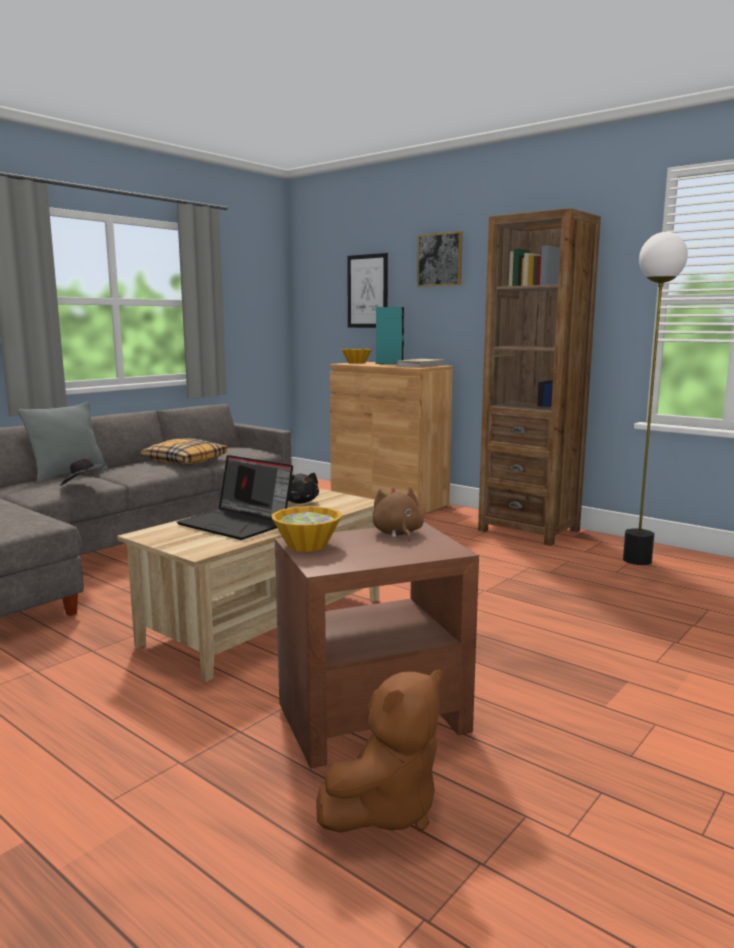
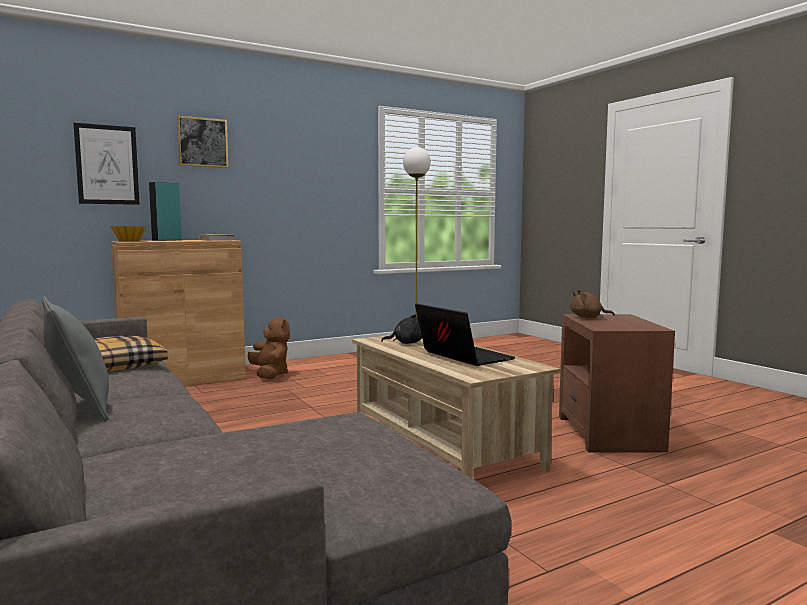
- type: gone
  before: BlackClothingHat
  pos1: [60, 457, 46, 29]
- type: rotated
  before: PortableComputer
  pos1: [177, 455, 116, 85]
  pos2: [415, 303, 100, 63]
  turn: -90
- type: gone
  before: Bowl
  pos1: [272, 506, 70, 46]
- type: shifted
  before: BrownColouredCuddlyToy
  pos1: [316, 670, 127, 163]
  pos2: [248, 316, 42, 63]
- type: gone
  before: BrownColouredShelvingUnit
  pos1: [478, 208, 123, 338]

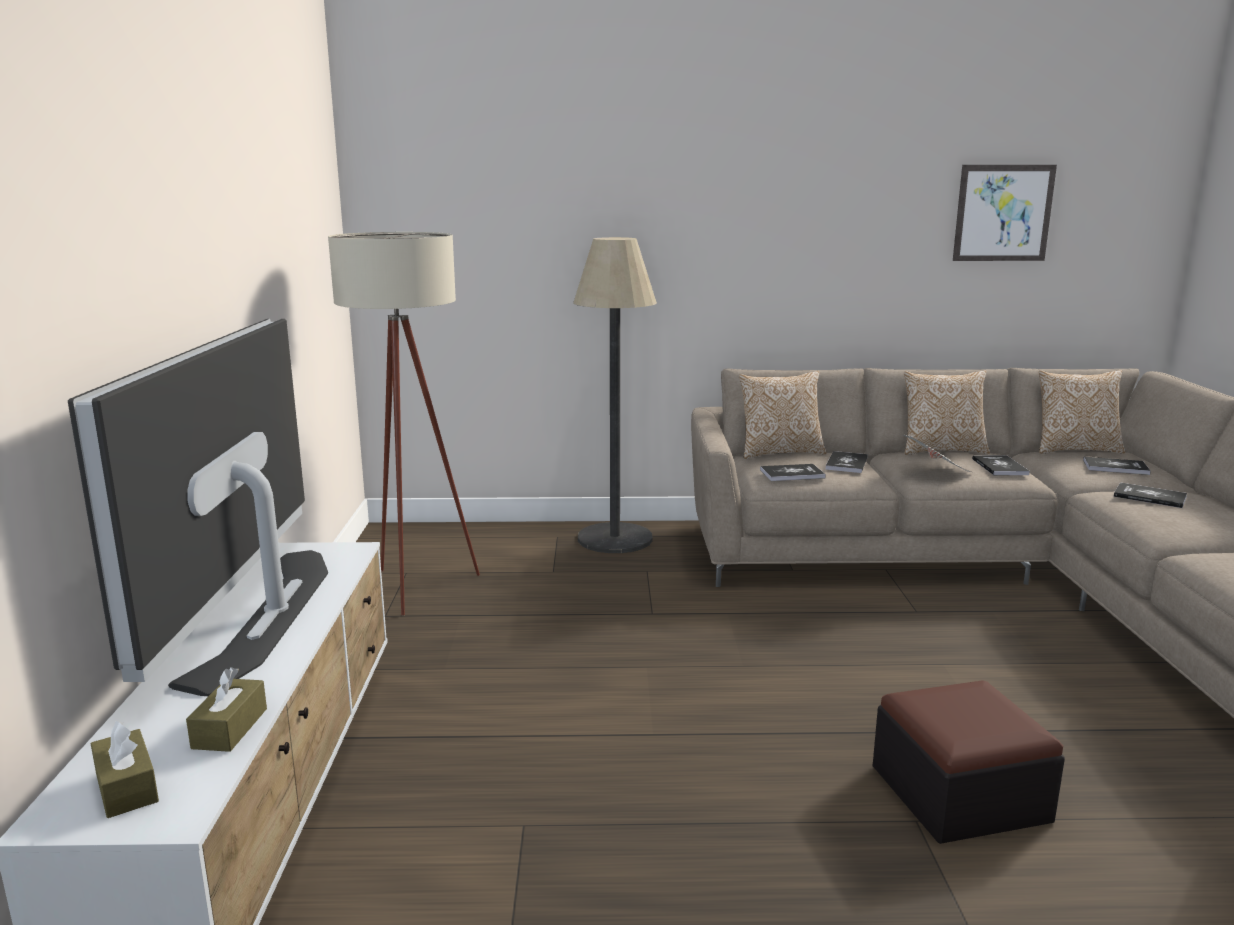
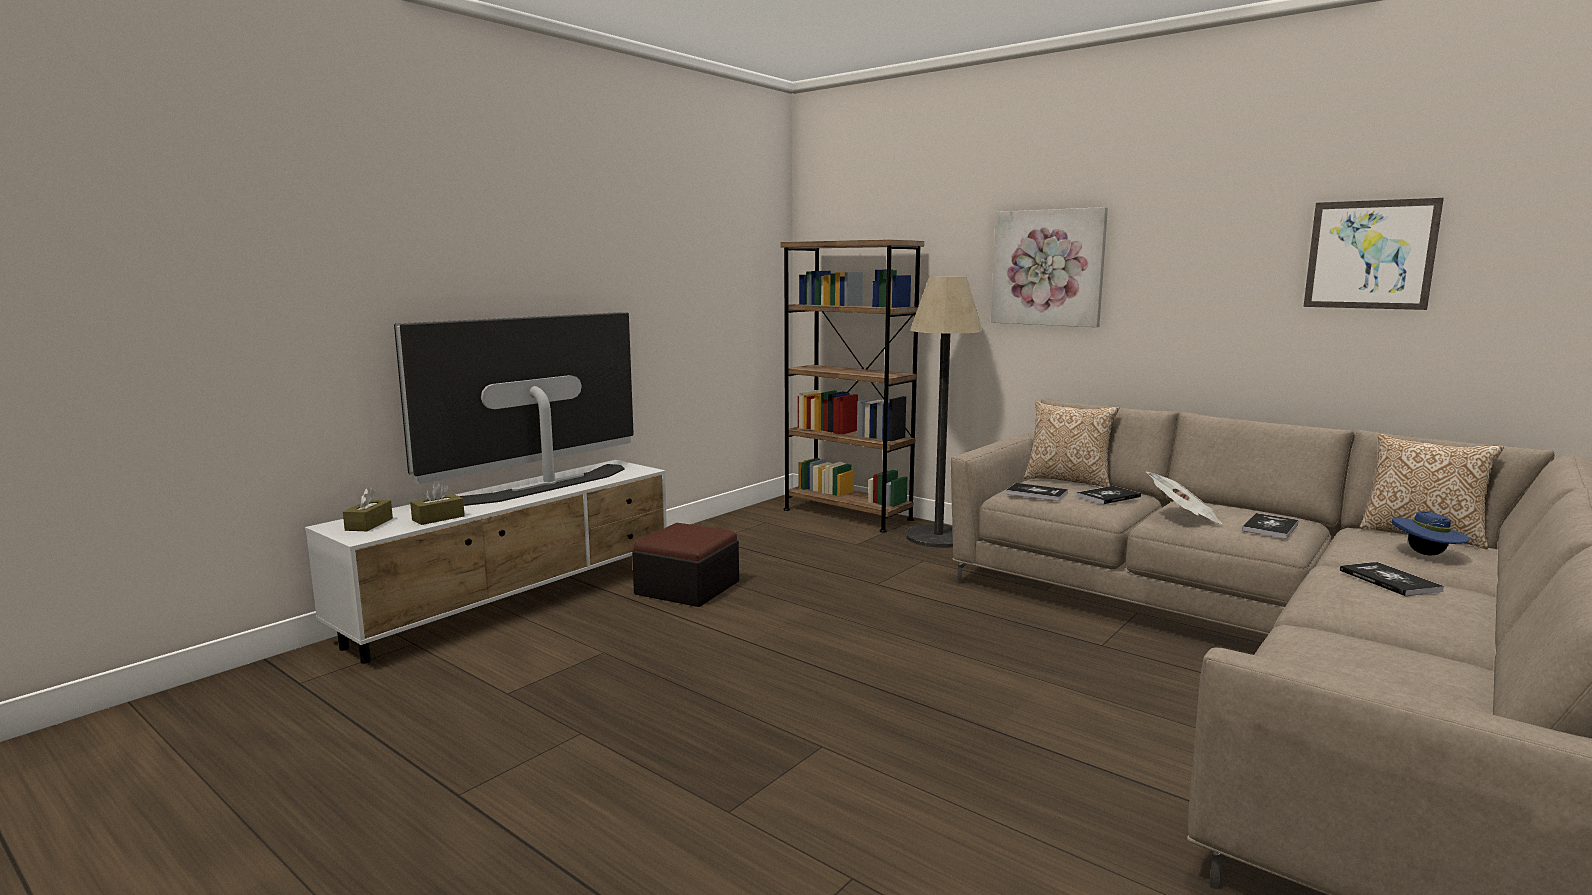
- type: gone
  before: BeigeStandardLamp
  pos1: [328, 232, 152, 383]
- type: shifted
  before: Ottoman
  pos1: [873, 680, 192, 164]
  pos2: [632, 523, 107, 84]
- type: gone
  before: ThrowPillow
  pos1: [904, 370, 86, 85]
- type: swapped
  before: Volume
  after: BluishClothingHat
  pos1: [1083, 457, 68, 18]
  pos2: [1392, 511, 78, 44]
- type: new
  after: BrownColouredShelvingUnit
  pos2: [781, 240, 143, 293]
- type: new
  after: WallPicture
  pos2: [991, 207, 117, 120]

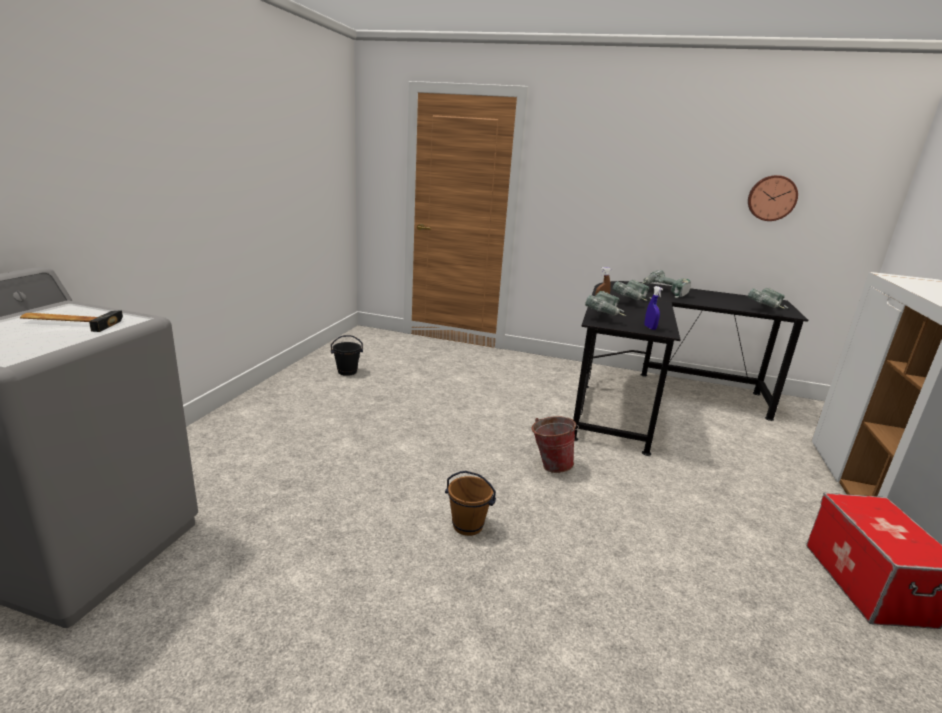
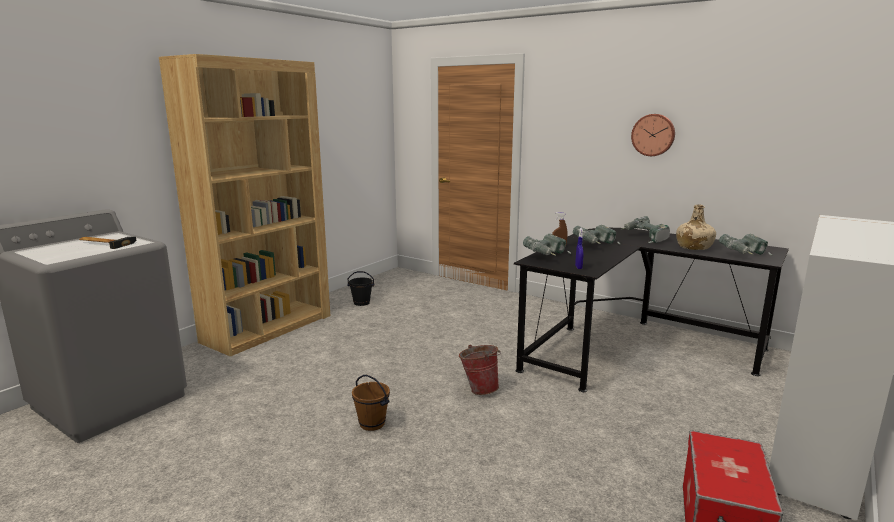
- type: shifted
  before: ClockOnTheWall
  pos1: [748, 175, 50, 46]
  pos2: [631, 114, 44, 42]
- type: new
  after: BrownColouredShelvingUnit
  pos2: [159, 54, 171, 303]
- type: new
  after: BeigeBeverageBottle
  pos2: [676, 204, 40, 46]

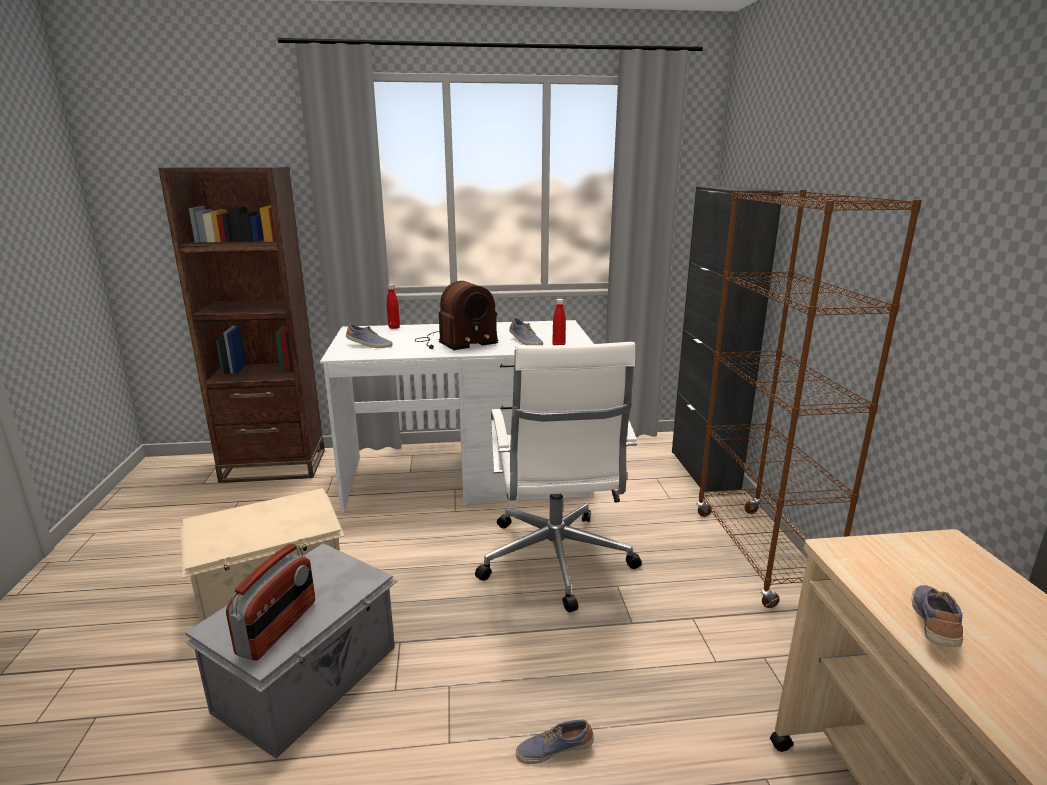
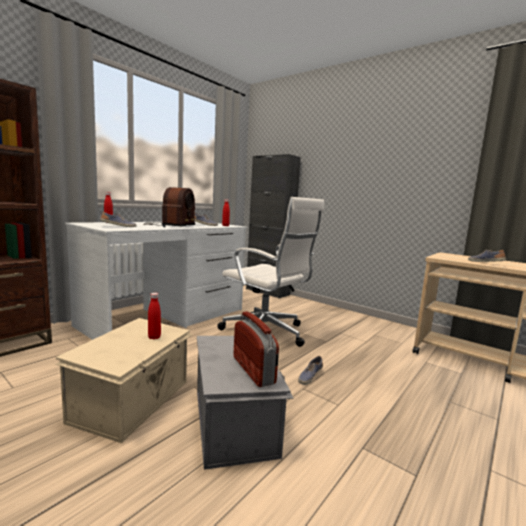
- type: shifted
  before: Shoe
  pos1: [516, 719, 78, 45]
  pos2: [298, 356, 25, 29]
- type: gone
  before: BrownColouredShelvingUnit
  pos1: [696, 190, 226, 418]
- type: new
  after: ReddishBeverageBottle
  pos2: [148, 293, 13, 47]

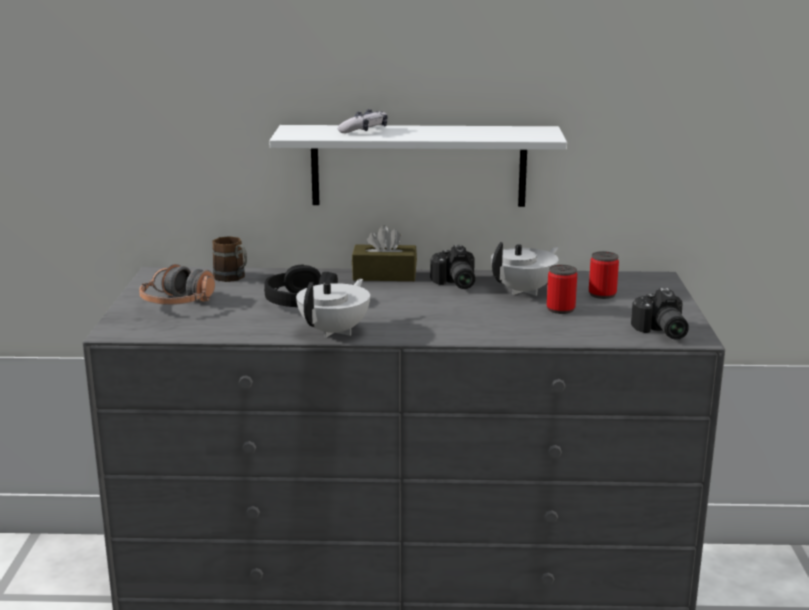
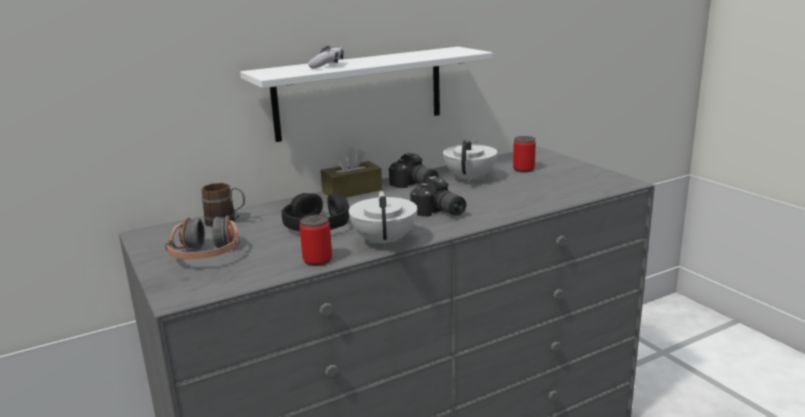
- type: shifted
  before: MetalCan
  pos1: [547, 265, 30, 49]
  pos2: [299, 214, 33, 52]
- type: shifted
  before: PhotoCamera
  pos1: [631, 288, 58, 52]
  pos2: [410, 176, 56, 41]

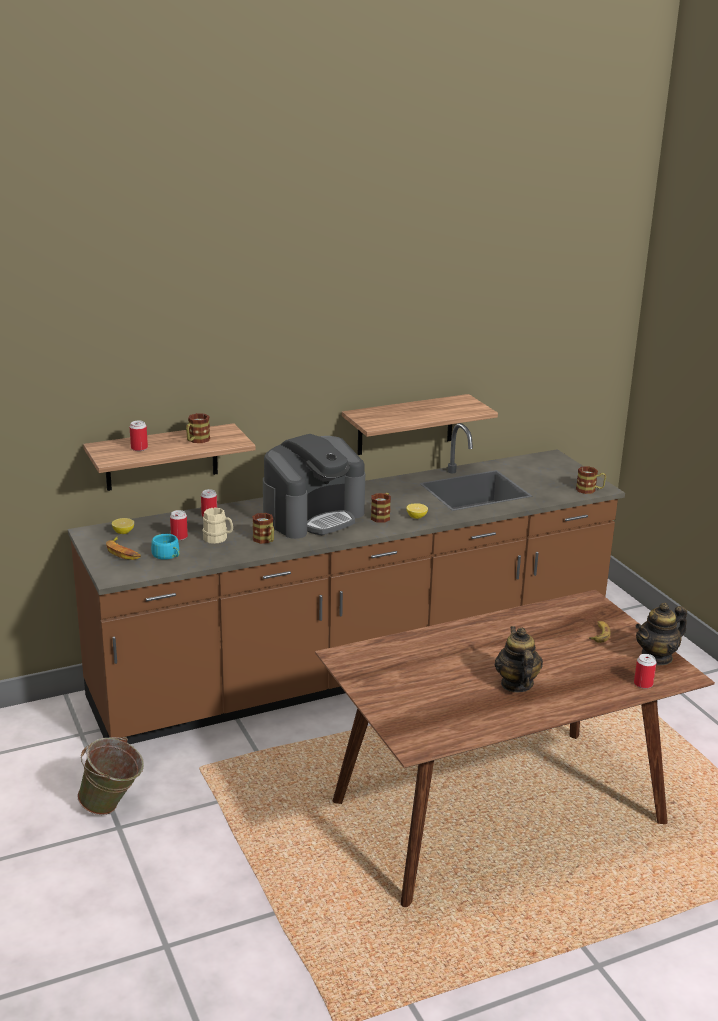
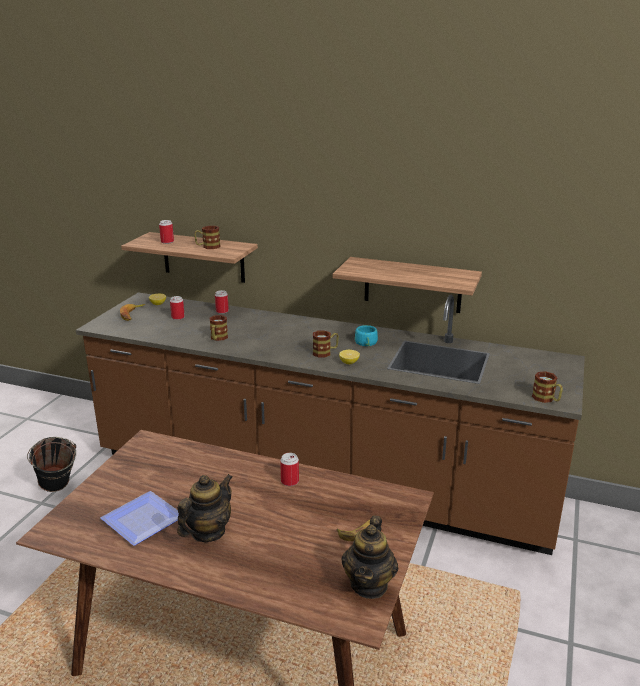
- type: repainted
  before: GreenishPail
  after: BlackPail
  pos1: [78, 737, 66, 78]
  pos2: [27, 437, 49, 55]
- type: shifted
  before: BlueGreenSmallCup
  pos1: [151, 534, 28, 26]
  pos2: [355, 325, 23, 21]
- type: gone
  before: BeigeMug
  pos1: [202, 507, 31, 37]
- type: gone
  before: CoffeeBrewer
  pos1: [263, 434, 102, 105]
- type: shifted
  before: MetalCan
  pos1: [634, 654, 22, 35]
  pos2: [280, 453, 19, 33]
- type: rotated
  before: Teapot
  pos1: [635, 602, 52, 63]
  pos2: [342, 515, 56, 84]
  turn: -90
- type: new
  after: FlatDish
  pos2: [100, 491, 79, 55]

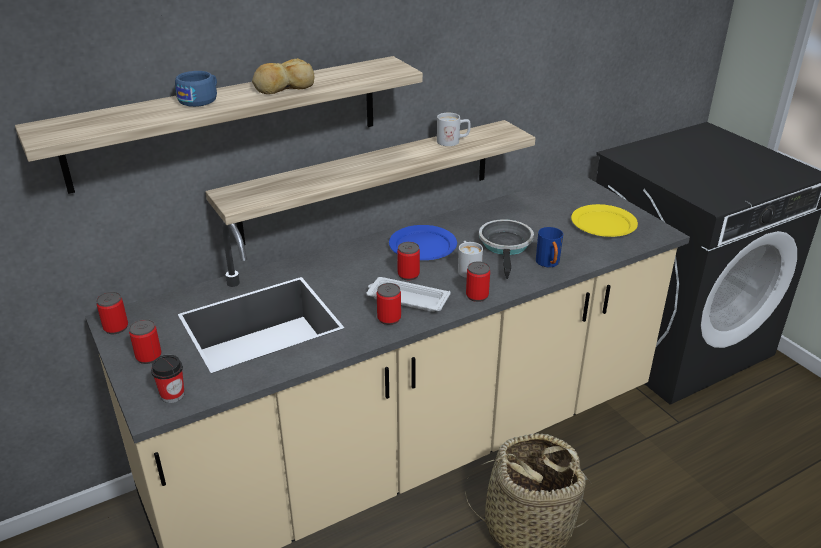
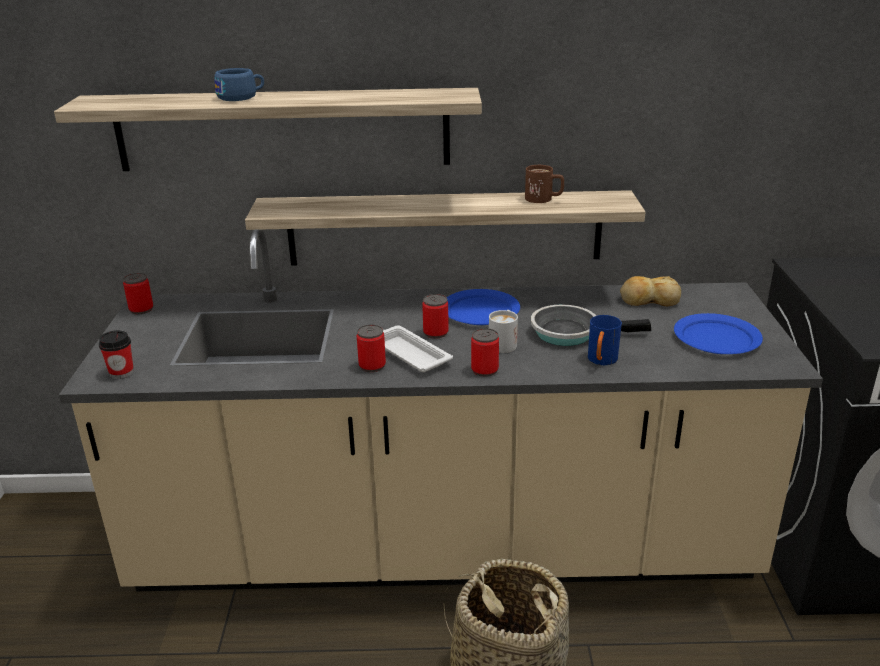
- type: gone
  before: MetalCan
  pos1: [129, 319, 32, 45]
- type: shifted
  before: BakeryBread
  pos1: [252, 58, 62, 36]
  pos2: [620, 276, 61, 30]
- type: repainted
  before: WhiteMug
  after: BrownColouredMug
  pos1: [437, 113, 34, 33]
  pos2: [525, 165, 39, 38]
- type: rotated
  before: Pan
  pos1: [479, 219, 55, 60]
  pos2: [531, 304, 120, 42]
  turn: -120
- type: repainted
  before: YellowColouredFlatDish
  after: BluishFlatDish
  pos1: [571, 204, 67, 33]
  pos2: [674, 313, 89, 41]

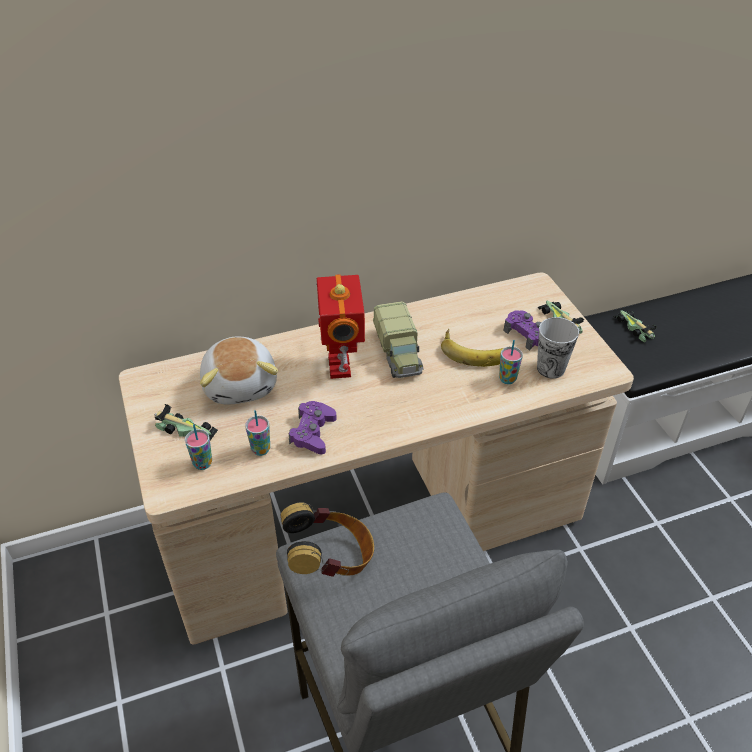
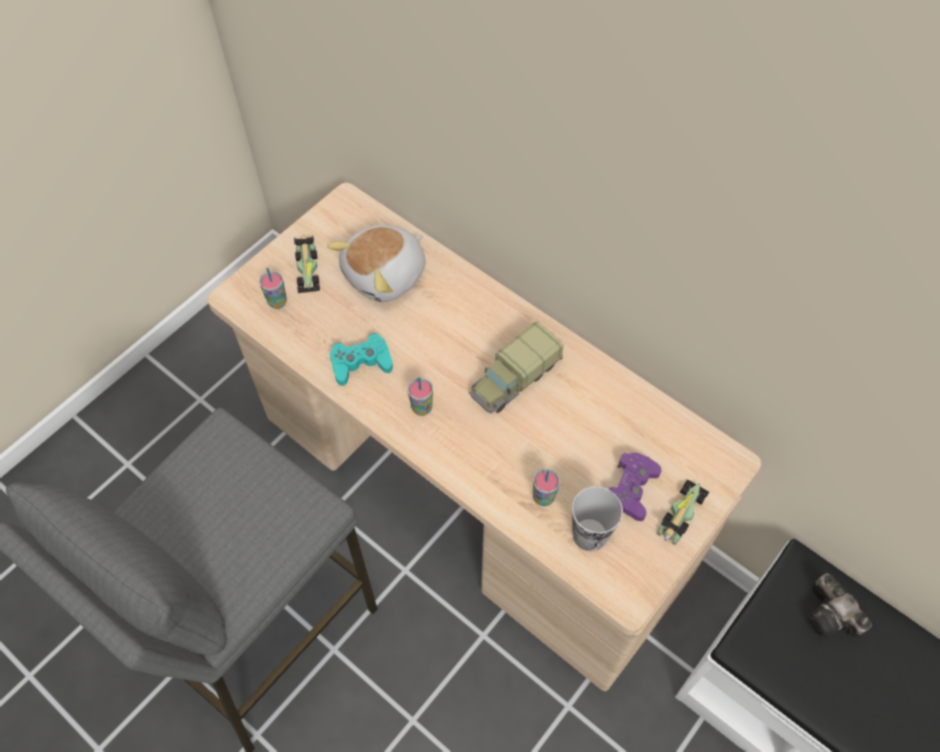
- type: shifted
  before: SmallCup
  pos1: [245, 410, 25, 46]
  pos2: [408, 377, 25, 39]
- type: gone
  before: Headphones
  pos1: [281, 502, 93, 75]
- type: repainted
  before: PurplishJoypad
  after: BlueGreenJoypad
  pos1: [289, 401, 48, 53]
  pos2: [330, 333, 63, 53]
- type: gone
  before: ModelRobot
  pos1: [316, 274, 49, 105]
- type: gone
  before: Banana
  pos1: [441, 329, 62, 38]
- type: swapped
  before: ToyCar
  after: PhotoCamera
  pos1: [613, 310, 44, 32]
  pos2: [808, 573, 64, 66]

